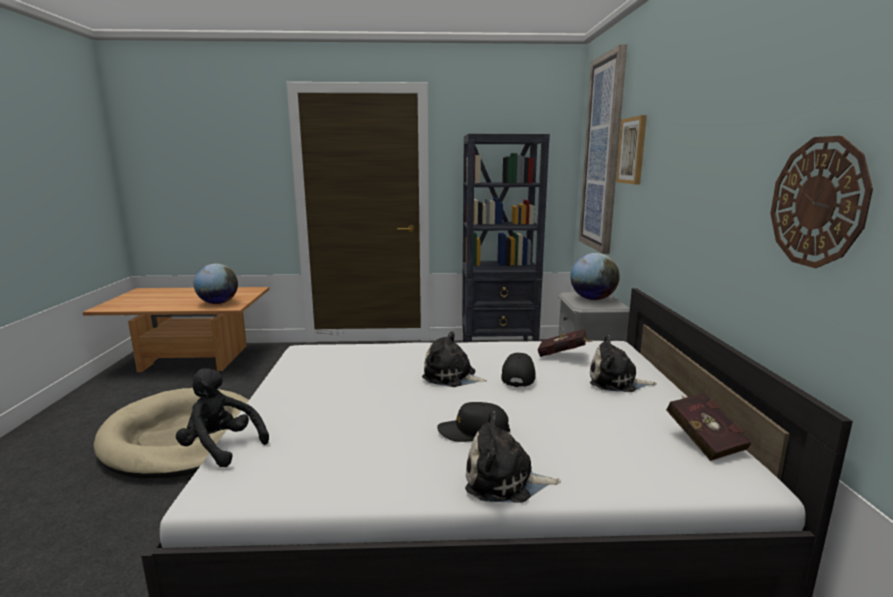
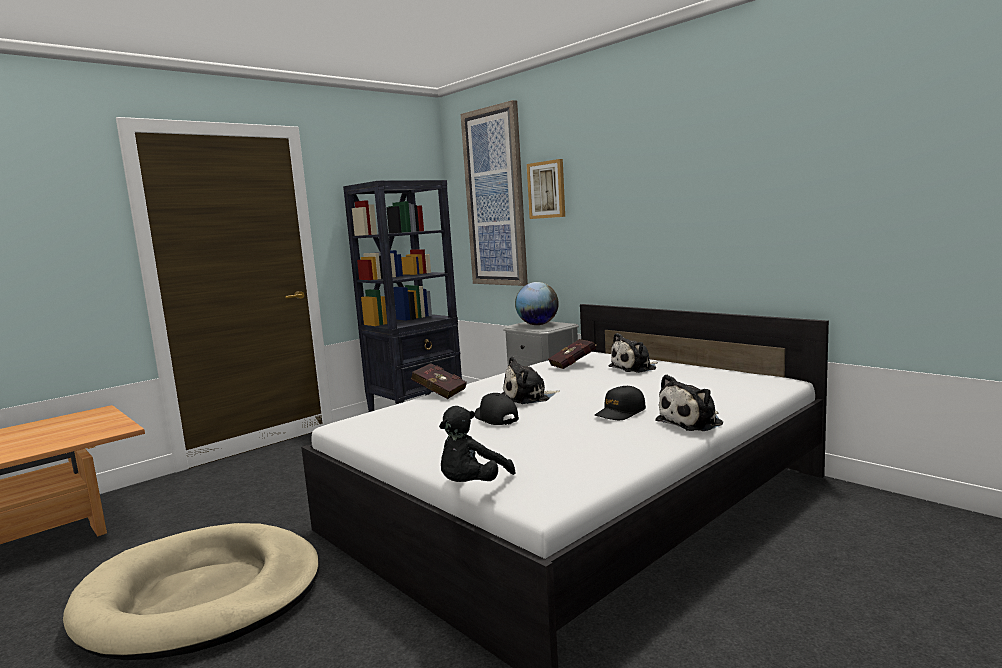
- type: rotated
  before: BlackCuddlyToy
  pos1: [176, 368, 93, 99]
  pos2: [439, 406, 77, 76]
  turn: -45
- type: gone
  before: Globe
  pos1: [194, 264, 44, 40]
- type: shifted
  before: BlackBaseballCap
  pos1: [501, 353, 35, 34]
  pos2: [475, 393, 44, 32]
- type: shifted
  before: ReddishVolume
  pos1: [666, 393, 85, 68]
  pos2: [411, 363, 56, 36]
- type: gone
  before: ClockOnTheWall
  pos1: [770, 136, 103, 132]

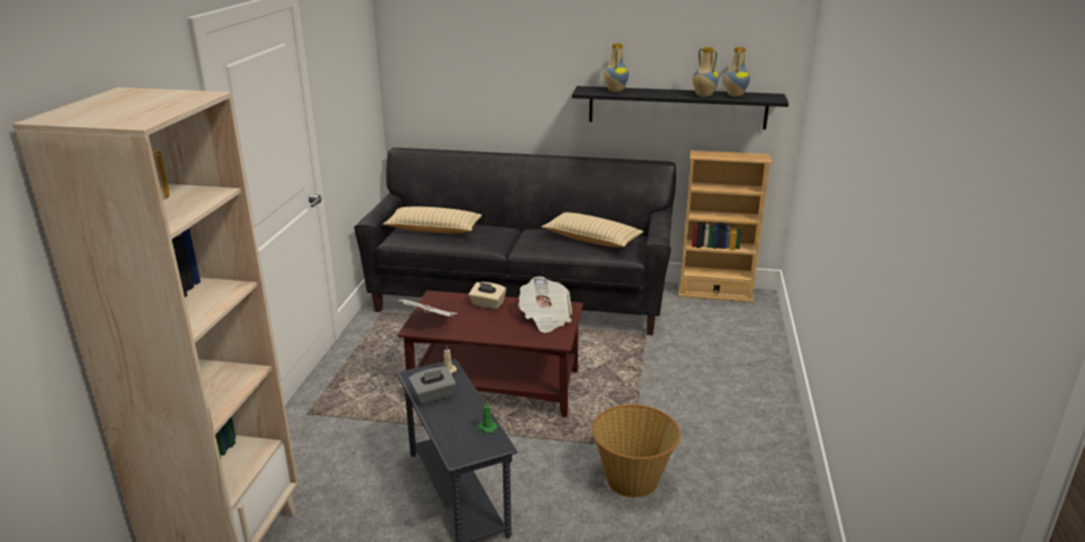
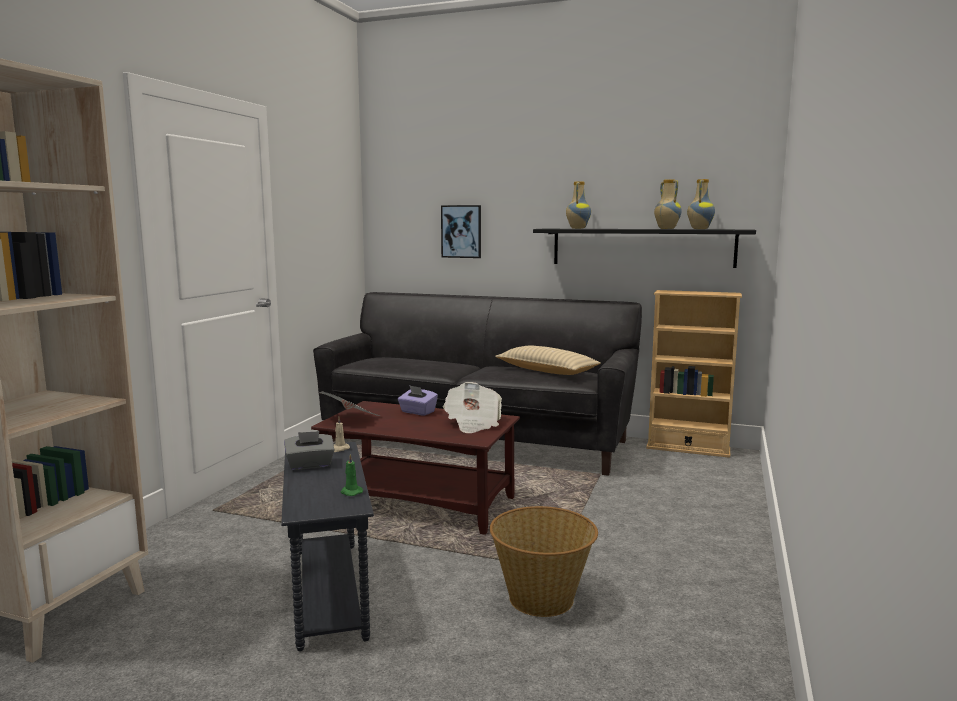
- type: gone
  before: BeigeThrowPillow
  pos1: [383, 206, 99, 27]
- type: repainted
  before: BeigeTissueBox
  after: PurplishTissueBox
  pos1: [469, 282, 37, 28]
  pos2: [398, 385, 40, 31]
- type: new
  after: WallPicture
  pos2: [441, 205, 40, 53]

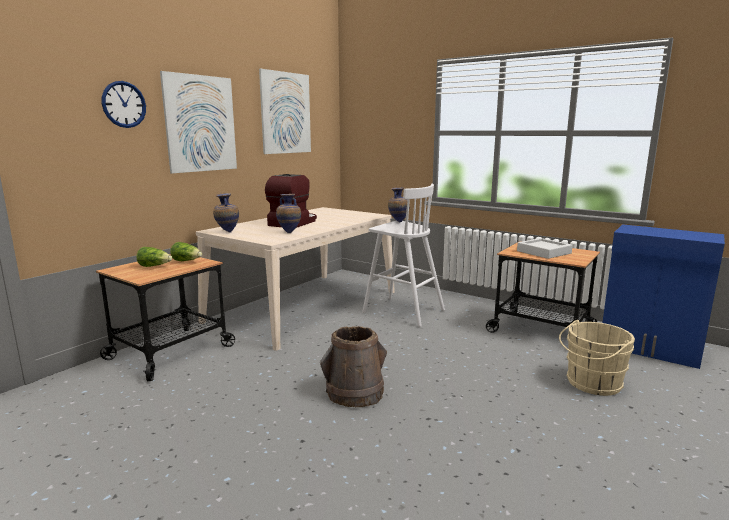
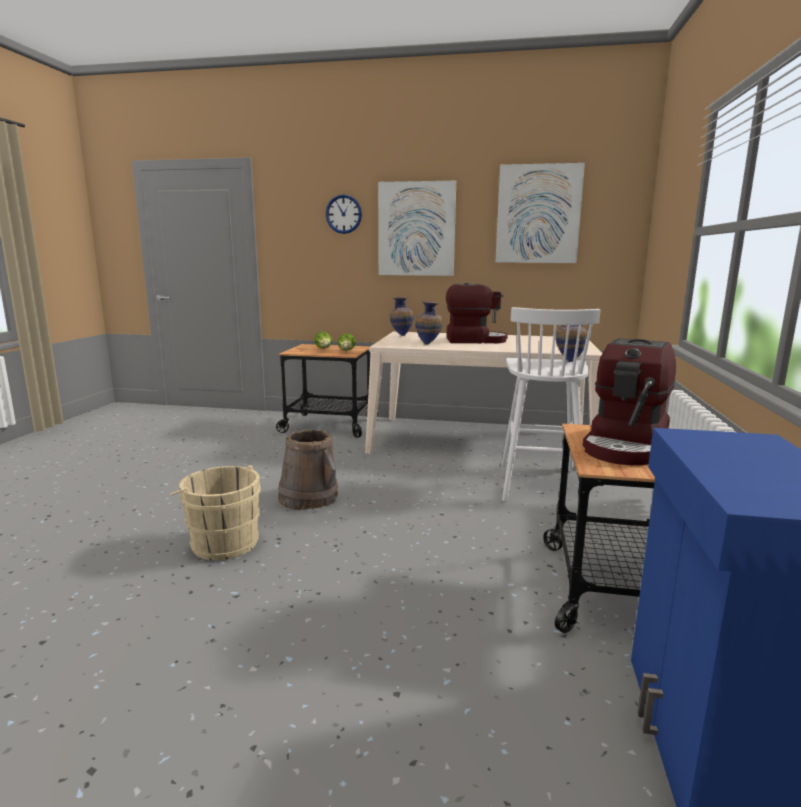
- type: swapped
  before: GreyishServingTray
  after: CoffeeBrewer
  pos1: [517, 238, 56, 21]
  pos2: [583, 338, 93, 127]
- type: shifted
  before: BeigePail
  pos1: [559, 320, 76, 76]
  pos2: [170, 465, 91, 95]

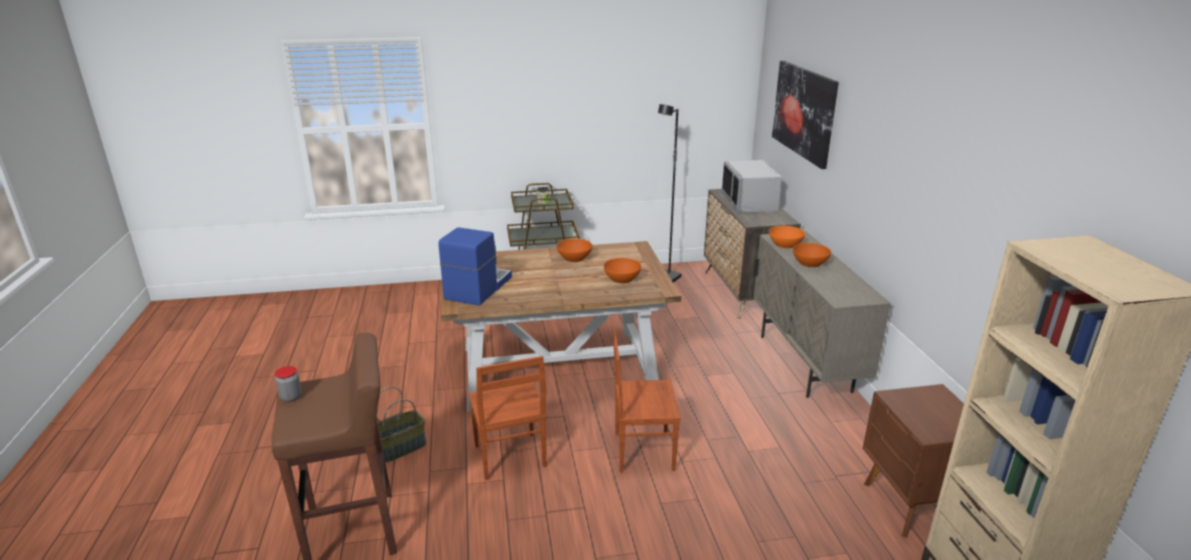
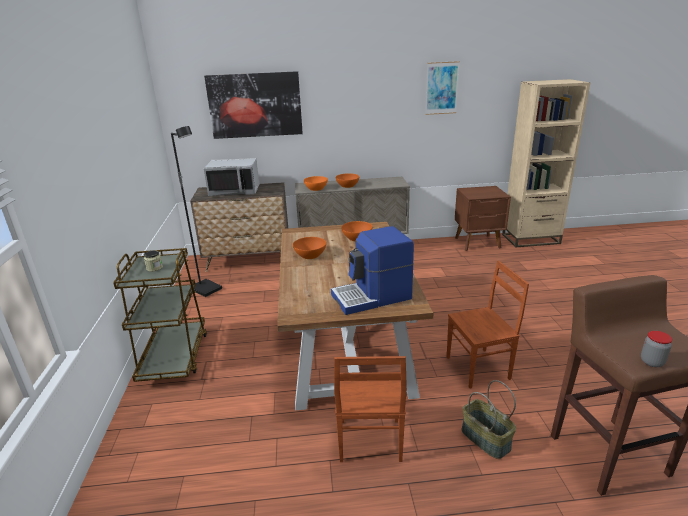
- type: rotated
  before: CoffeeBrewer
  pos1: [439, 227, 73, 79]
  pos2: [331, 226, 83, 89]
  turn: -45
- type: shifted
  before: BrownColouredPlainChair
  pos1: [613, 327, 67, 146]
  pos2: [334, 356, 73, 106]
- type: new
  after: WallPicture
  pos2: [425, 61, 35, 54]

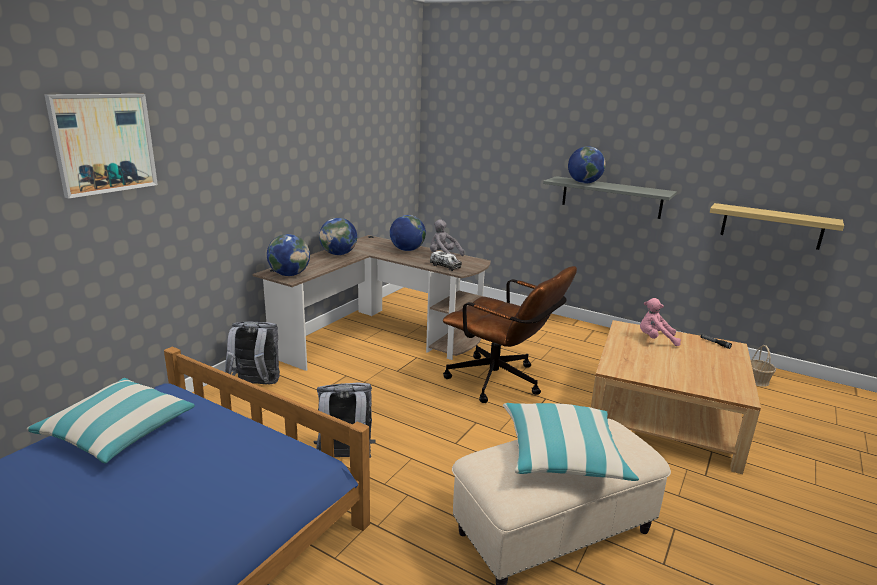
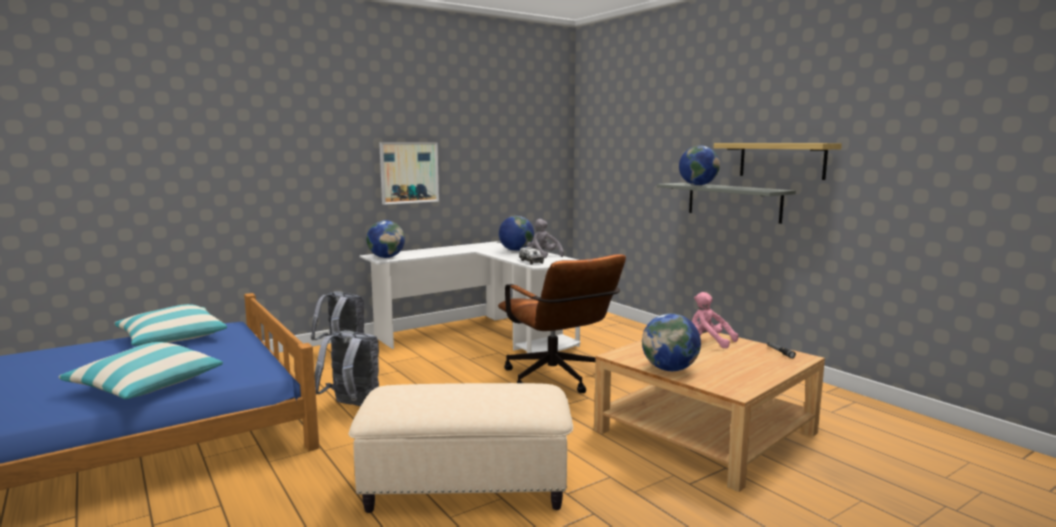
- type: shifted
  before: WallPicture
  pos1: [45, 94, 113, 105]
  pos2: [379, 142, 60, 63]
- type: repainted
  before: BrownColouredDeskTable
  after: WhiteDeskTable
  pos1: [253, 235, 238, 136]
  pos2: [359, 241, 222, 112]
- type: shifted
  before: Globe
  pos1: [319, 218, 38, 37]
  pos2: [642, 313, 59, 58]
- type: shifted
  before: ThrowPillow
  pos1: [503, 403, 136, 78]
  pos2: [59, 342, 164, 57]
- type: shifted
  before: BracketShelf
  pos1: [710, 203, 134, 47]
  pos2: [714, 143, 128, 37]
- type: gone
  before: HouseholdBasket
  pos1: [751, 345, 25, 42]

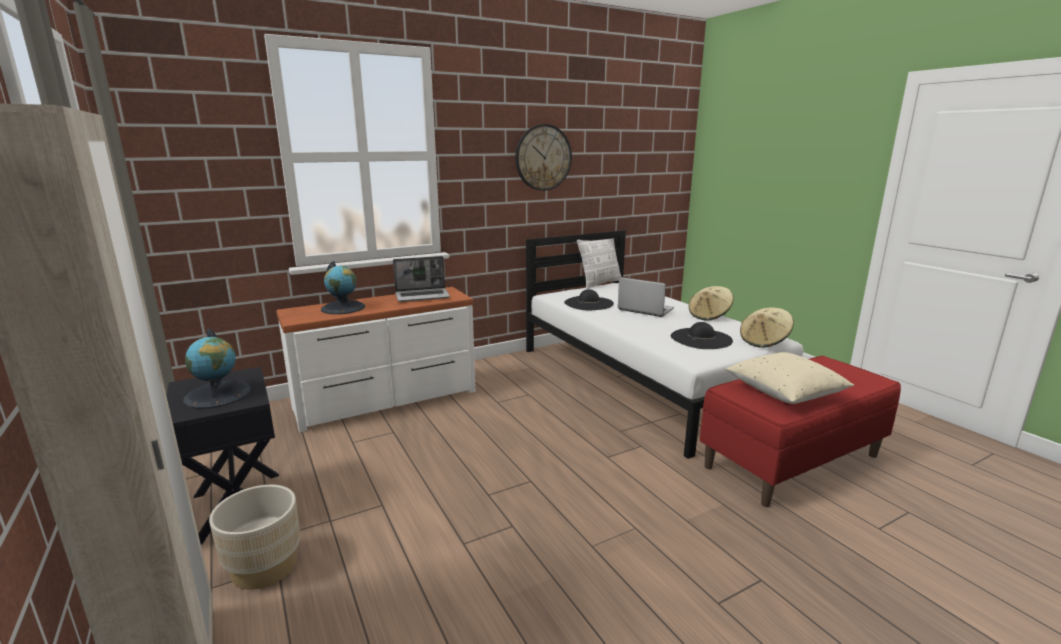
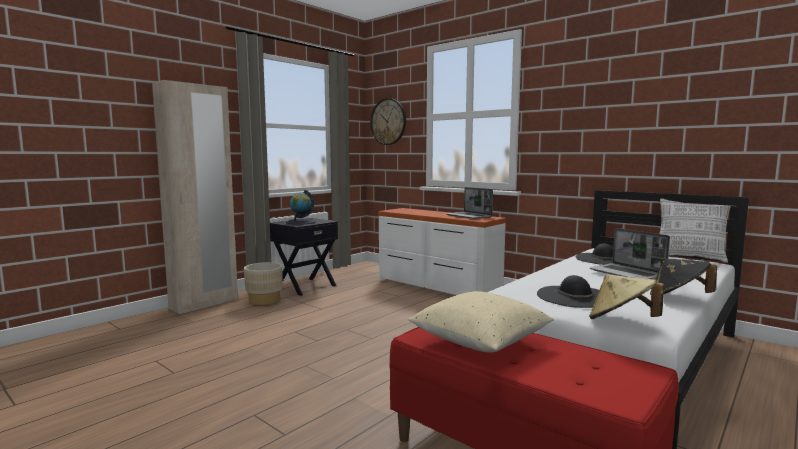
- type: gone
  before: Globe
  pos1: [321, 261, 44, 53]
- type: shifted
  before: ClockOnTheWall
  pos1: [515, 124, 57, 67]
  pos2: [370, 98, 36, 47]
- type: rotated
  before: PortableComputer
  pos1: [618, 277, 56, 40]
  pos2: [590, 228, 80, 51]
  turn: 135
- type: repainted
  before: BeigeClothingHat
  after: BlackClothingHat
  pos1: [689, 286, 45, 35]
  pos2: [650, 258, 67, 37]

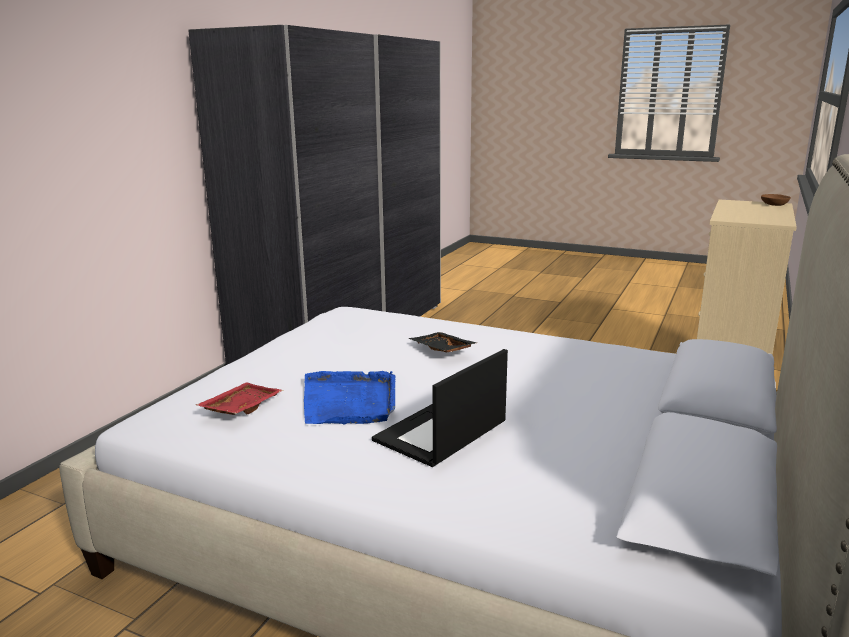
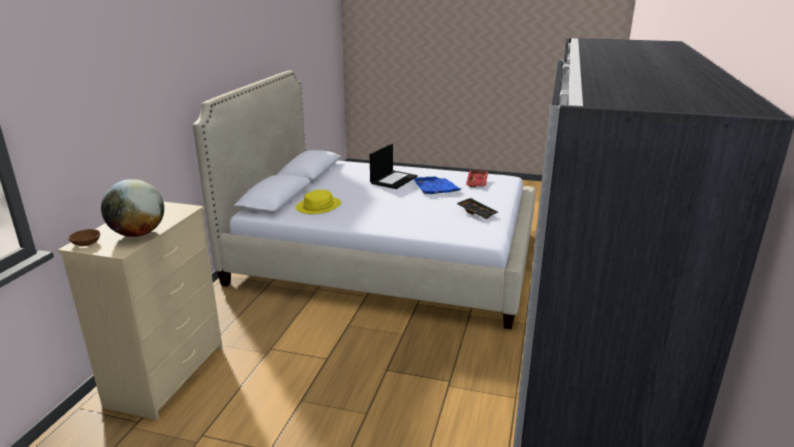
- type: shifted
  before: BlackServingTray
  pos1: [408, 332, 68, 21]
  pos2: [456, 198, 42, 21]
- type: new
  after: Globe
  pos2: [101, 179, 63, 58]
- type: new
  after: YellowColouredClothingHat
  pos2: [296, 190, 45, 24]

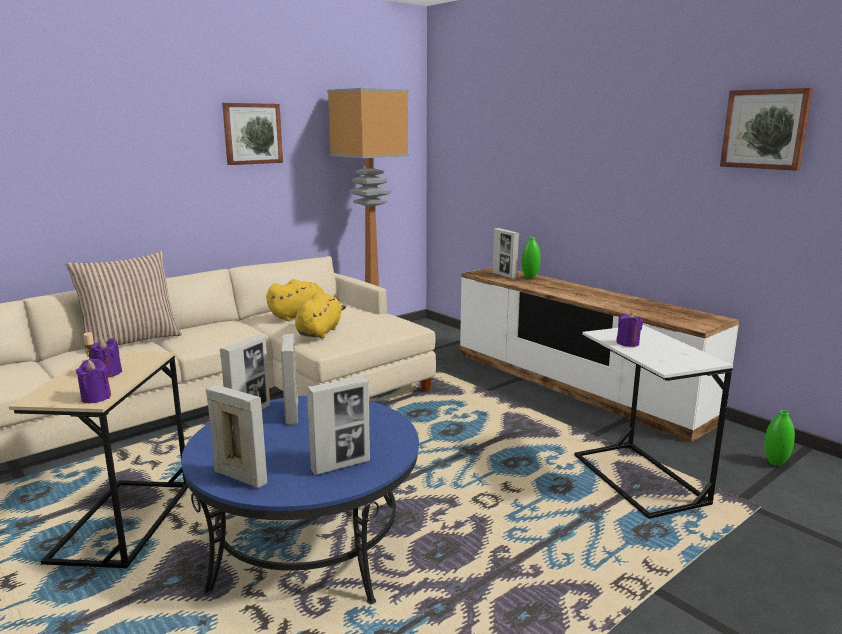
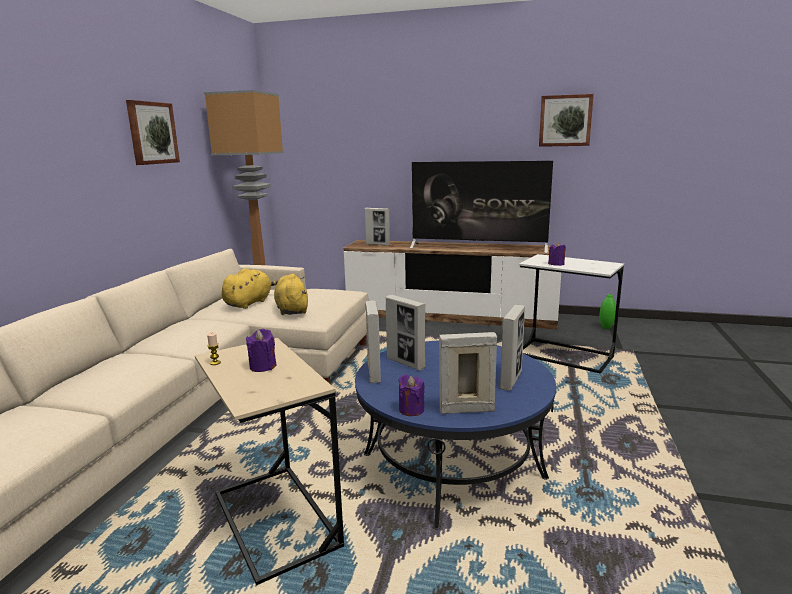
- type: gone
  before: ThrowPillow
  pos1: [66, 251, 116, 104]
- type: shifted
  before: PurplishCandle
  pos1: [76, 359, 35, 44]
  pos2: [398, 375, 27, 41]
- type: gone
  before: GreenishDecorativeVase
  pos1: [522, 237, 18, 42]
- type: new
  after: TvSet
  pos2: [410, 161, 143, 92]

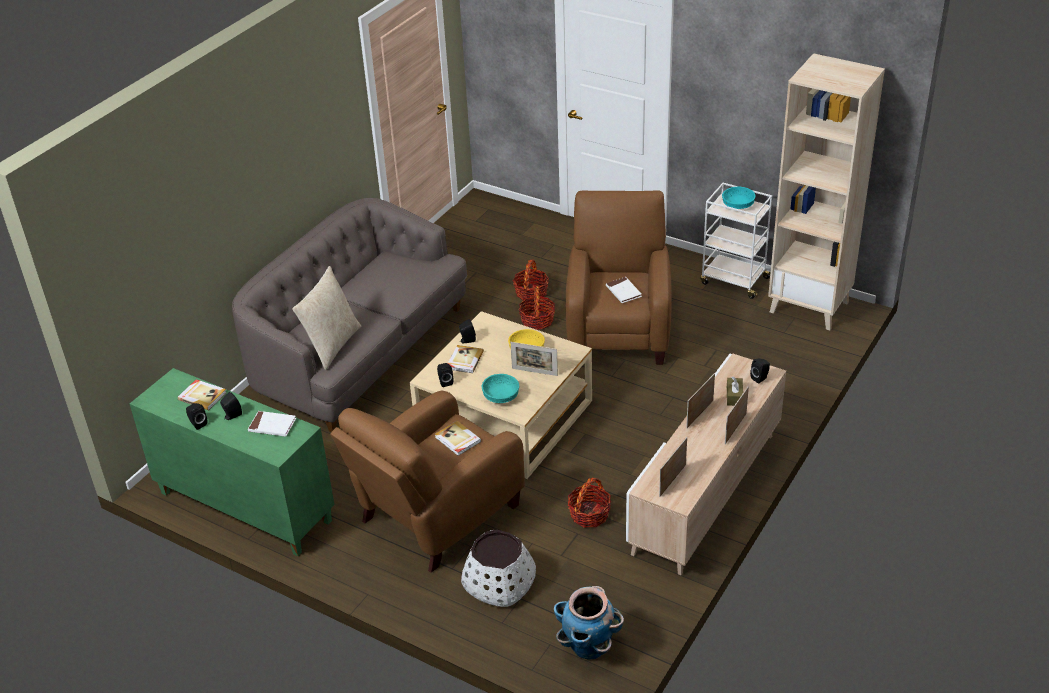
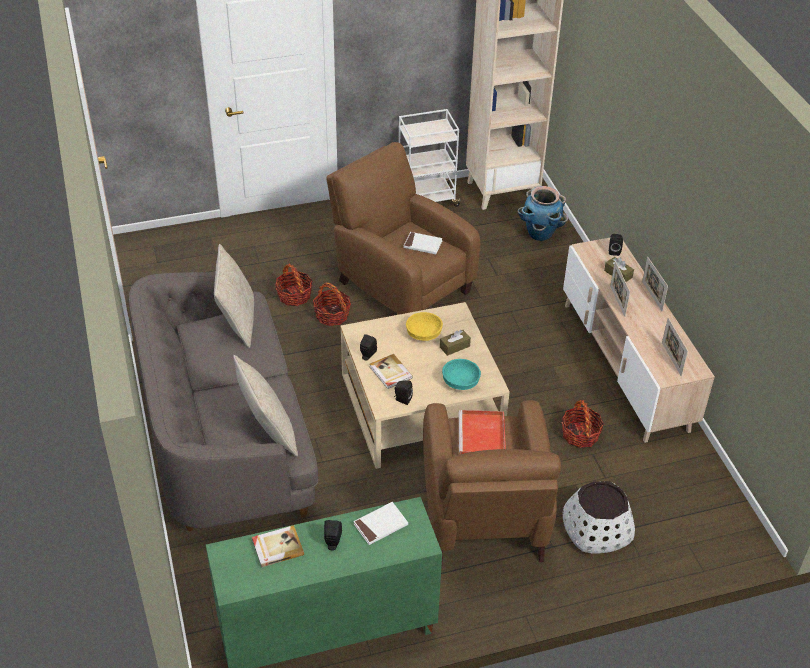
- type: gone
  before: BlackLoudspeaker
  pos1: [186, 403, 21, 27]
- type: swapped
  before: Volume
  after: ReddishServingTray
  pos1: [435, 421, 46, 35]
  pos2: [459, 410, 47, 44]
- type: swapped
  before: PhotoFrame
  after: BrownColouredTissueBox
  pos1: [511, 342, 47, 34]
  pos2: [440, 330, 31, 26]
- type: shifted
  before: Planter
  pos1: [554, 586, 70, 74]
  pos2: [517, 186, 51, 55]
- type: gone
  before: BlueGreenBowl
  pos1: [722, 187, 34, 22]
- type: new
  after: BeigeThrowPillow
  pos2: [214, 244, 40, 104]

